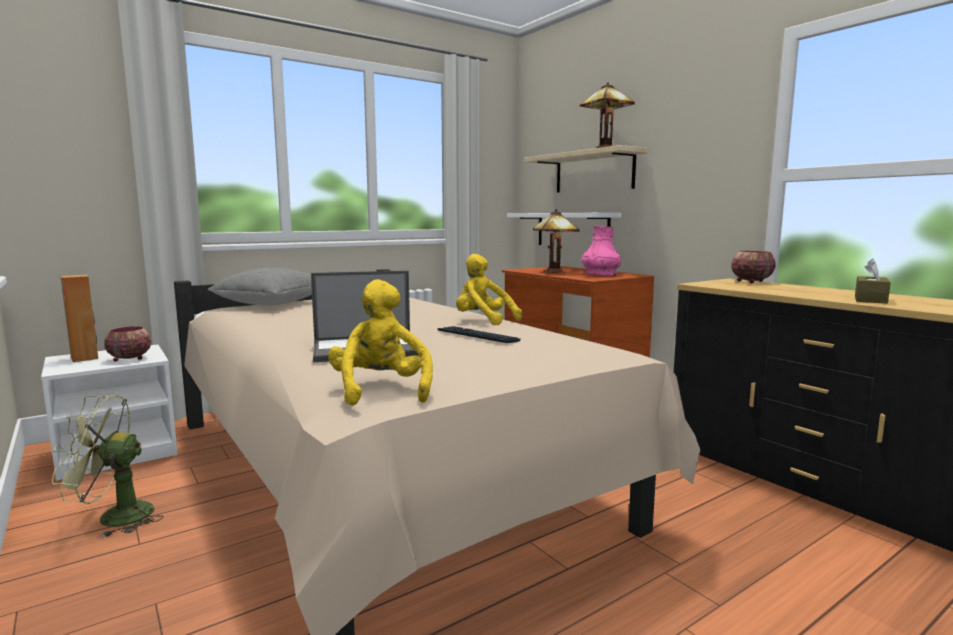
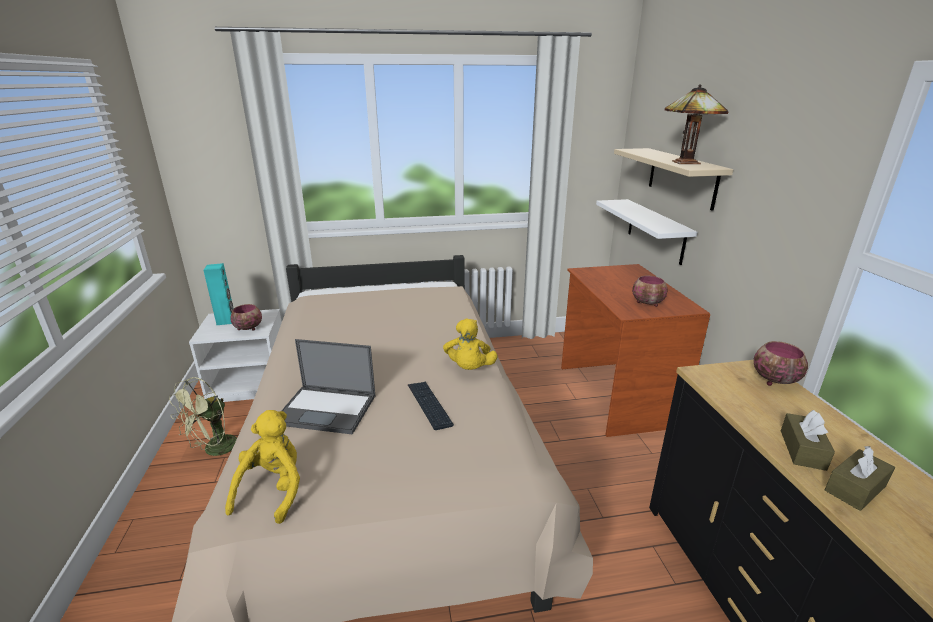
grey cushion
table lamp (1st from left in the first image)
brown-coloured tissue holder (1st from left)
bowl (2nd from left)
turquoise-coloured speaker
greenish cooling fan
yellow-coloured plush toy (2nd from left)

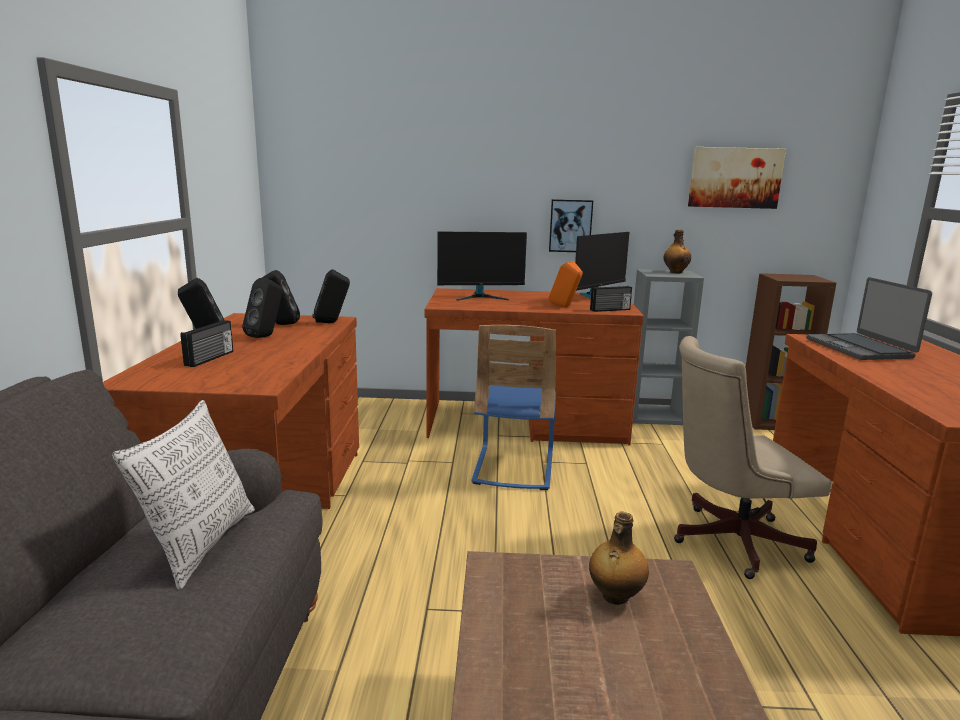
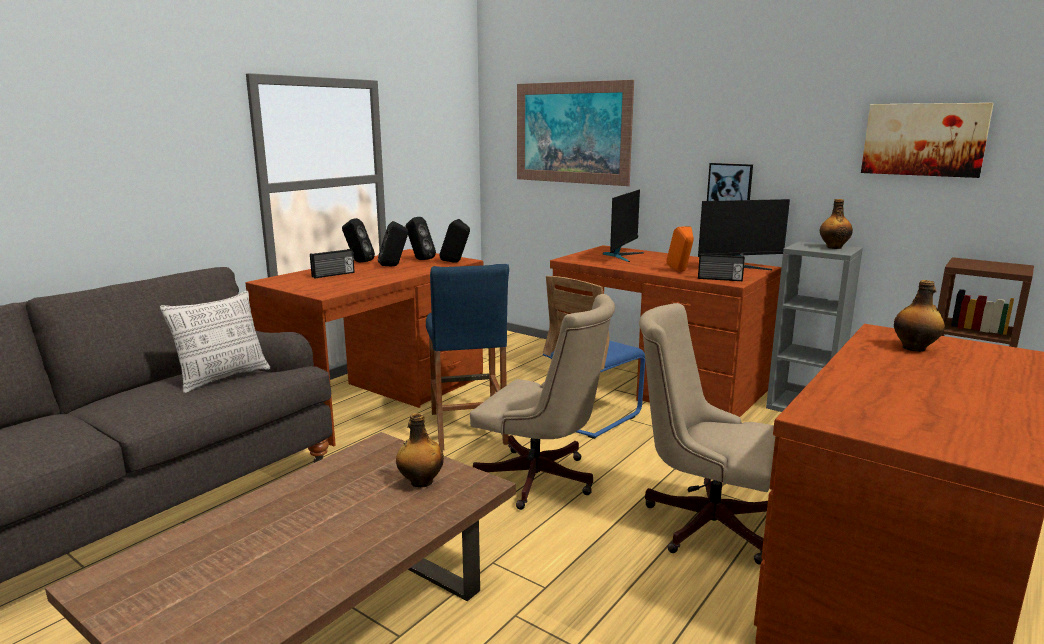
blue-coloured stool
beige-coloured office chair (1st from left)
picture (1st from left)
drink bottle (3rd from left)
monitor (1st from left)

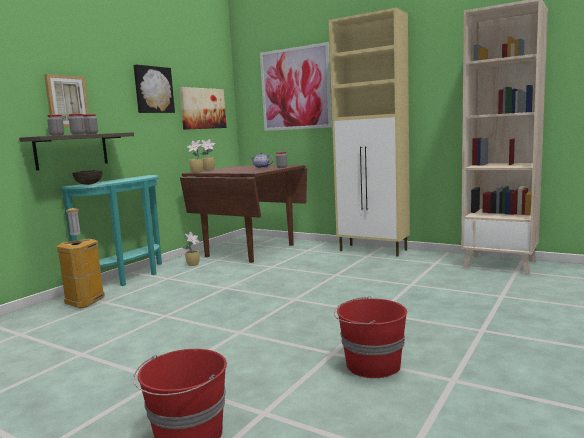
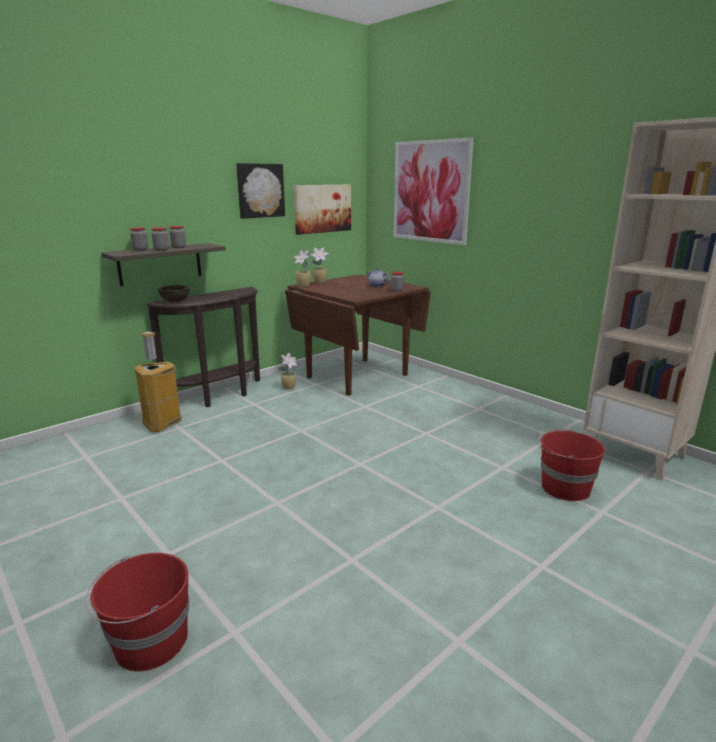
picture (1st from left in the first image)
beige-coloured cupboard
red-coloured pail (2nd from left)
brown-coloured hall table

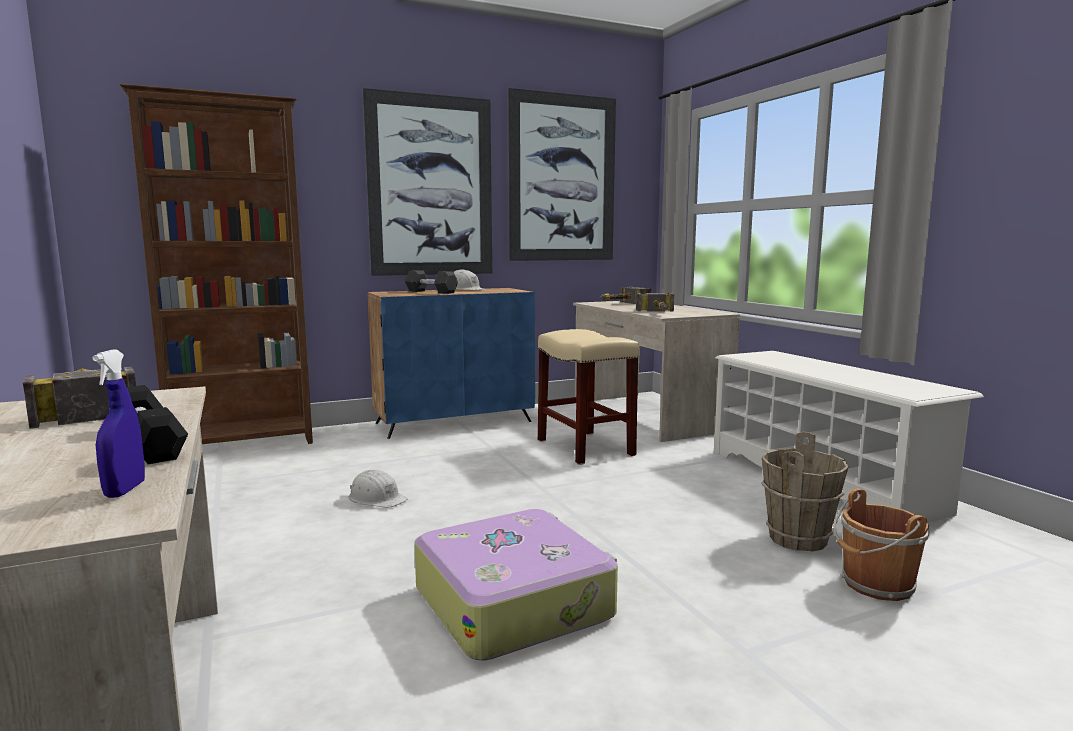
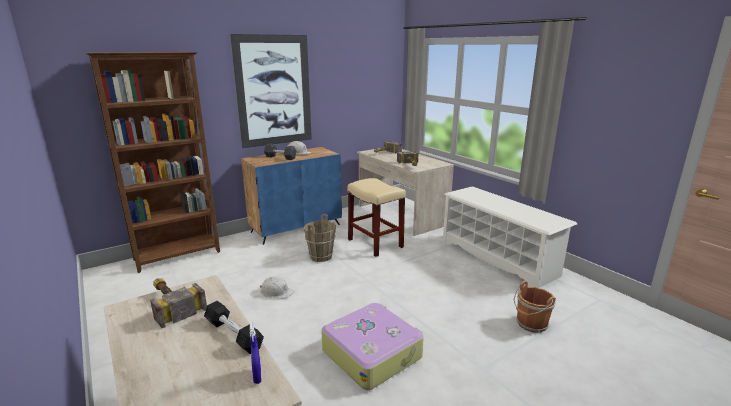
picture (2nd from left in the first image)
brown-coloured pail (1st from left)

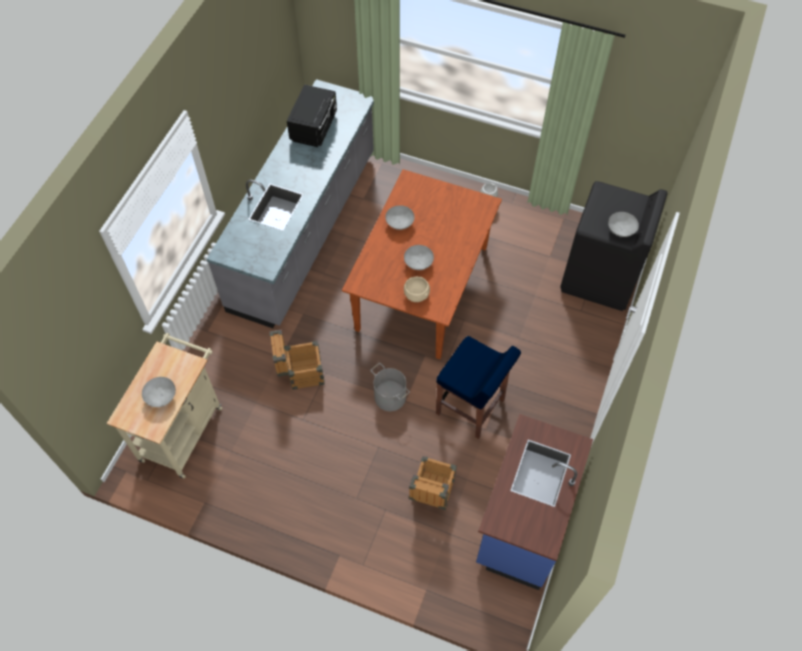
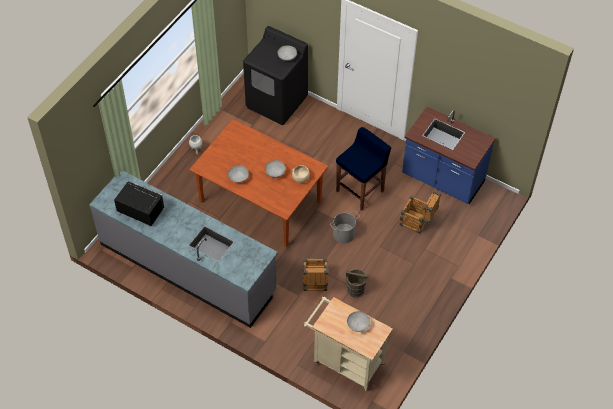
brown-coloured pail

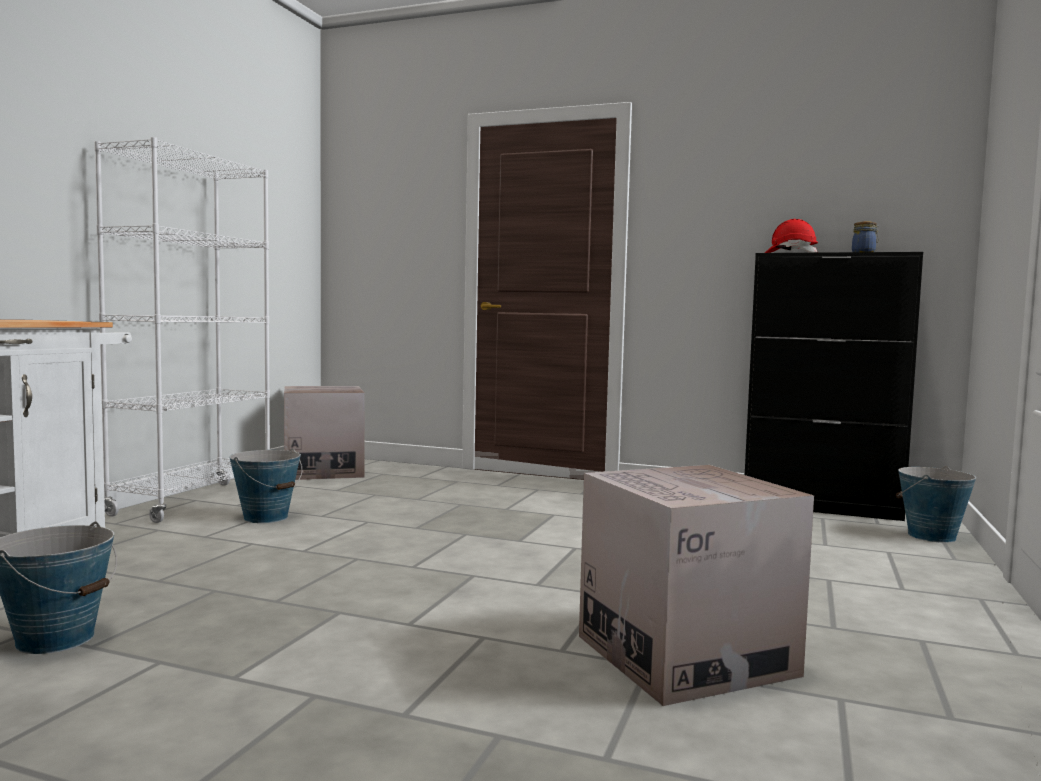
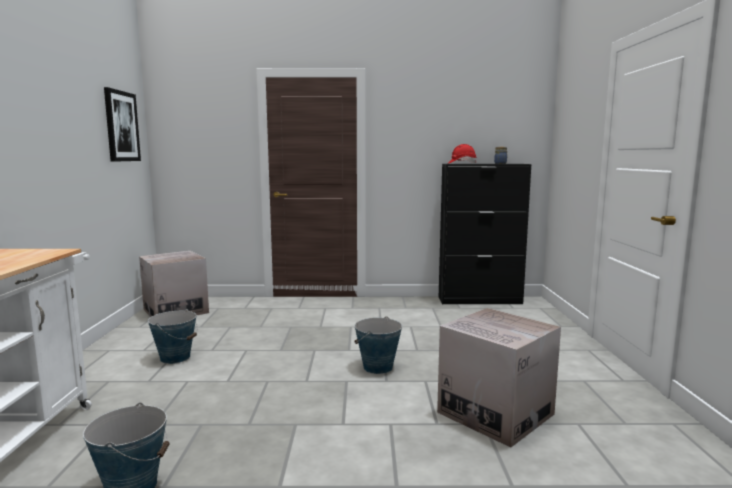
white bookshelf
picture
pail (3rd from left)

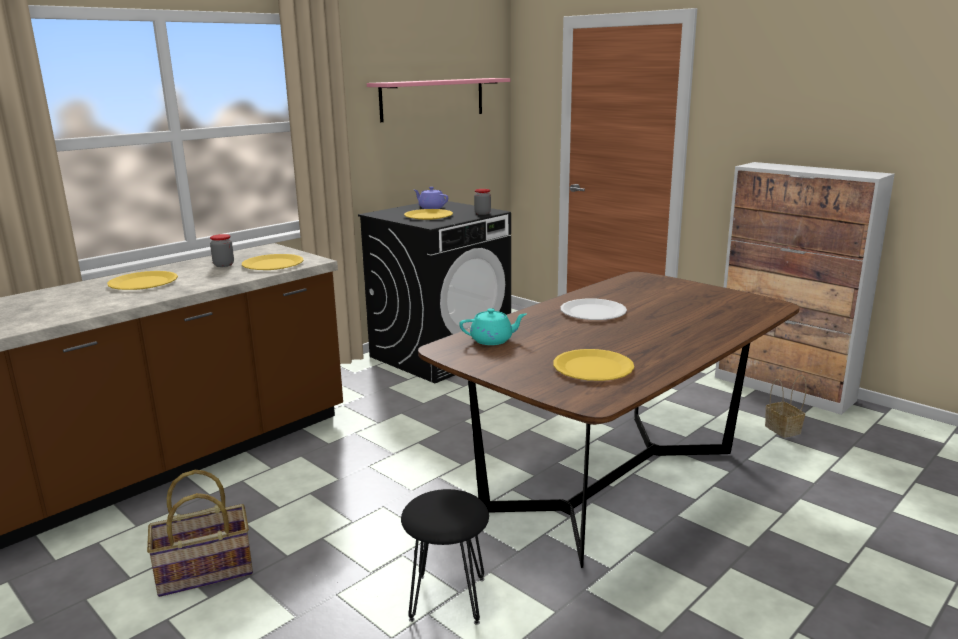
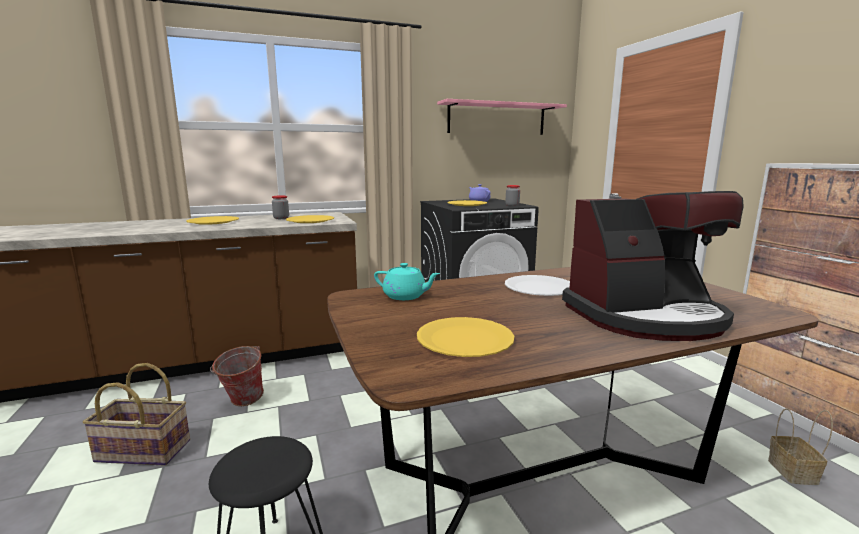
pail
coffee machine

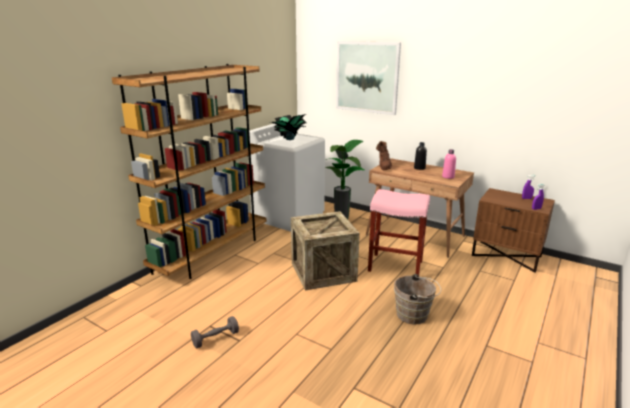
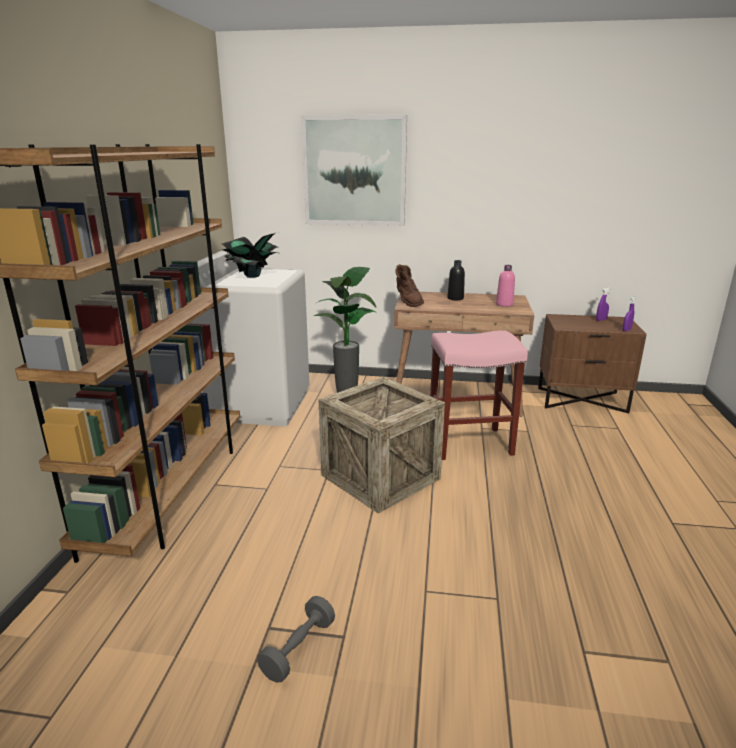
brown-coloured pail

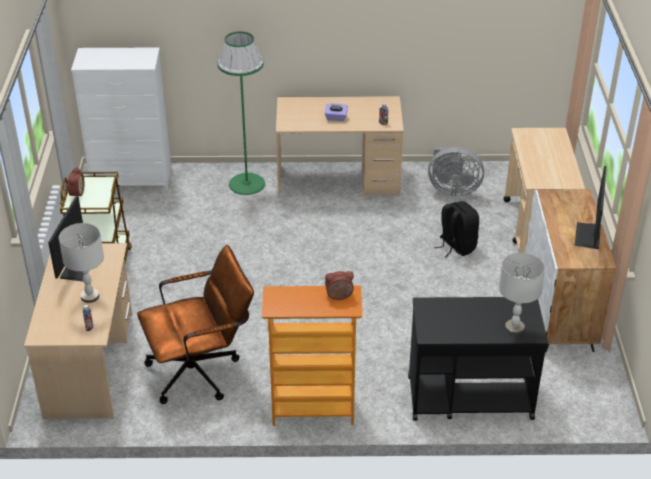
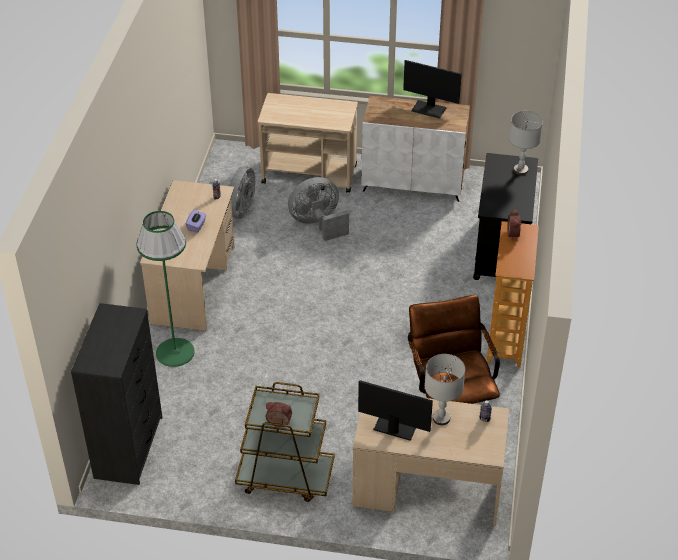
grey cooling fan (2nd from left)
black dresser

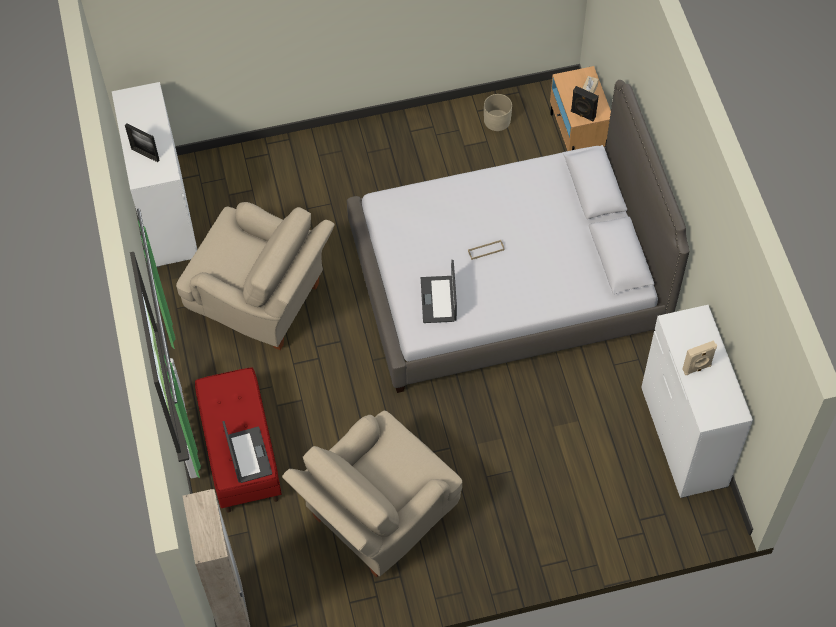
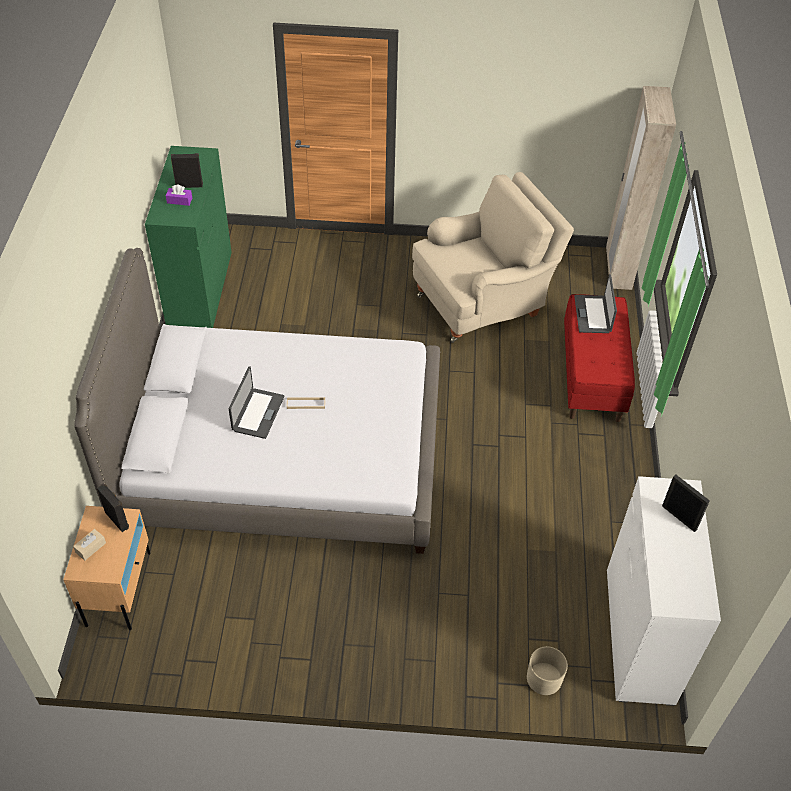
beige-coloured armchair (1st from left in the first image)
purple tissue holder
notebook computer (1st from left)
beige-coloured planter
greenish dresser
black speaker (2nd from left)

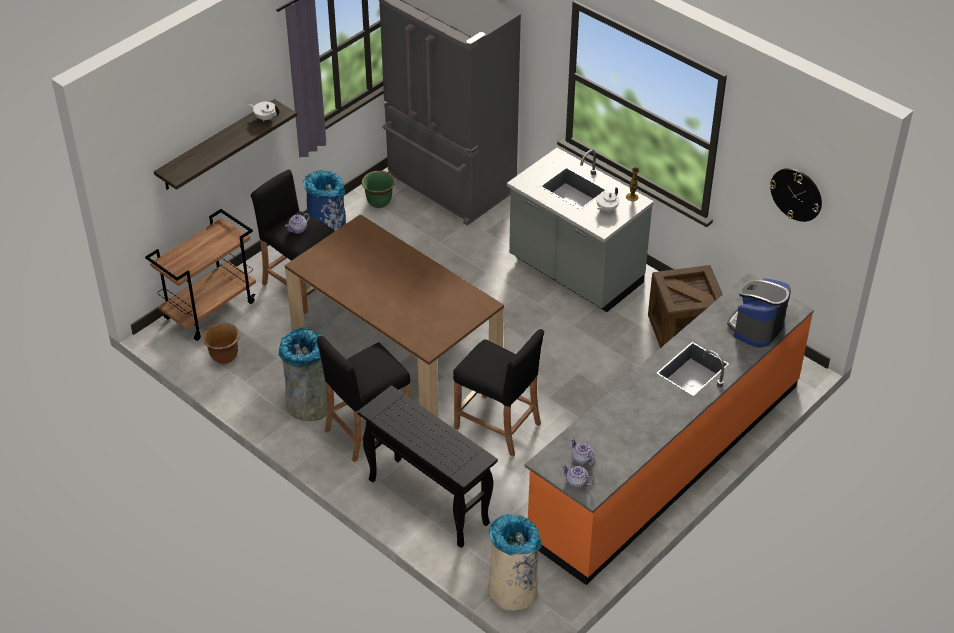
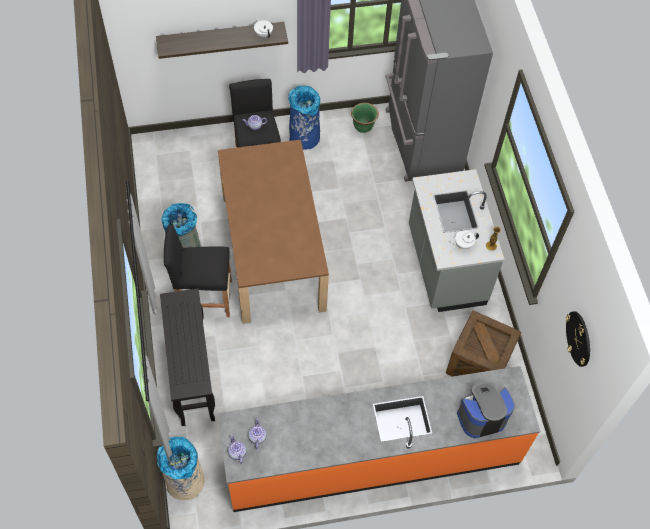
brown-coloured trolley
brown-coloured planter
black stool (3rd from left in the first image)

